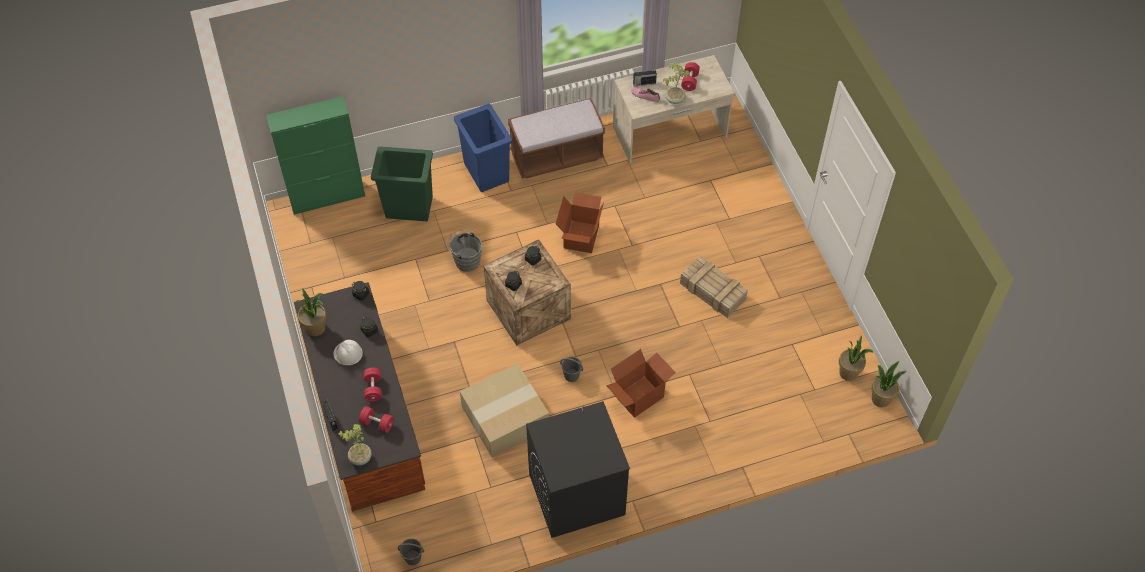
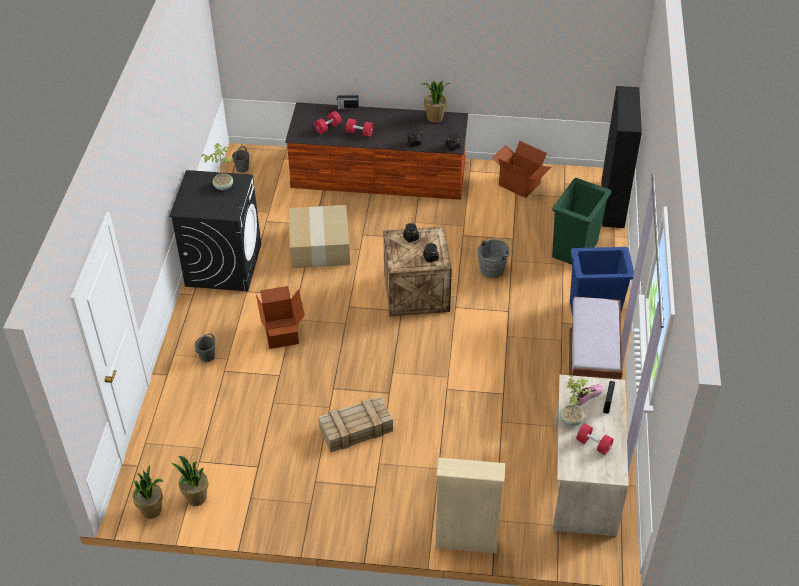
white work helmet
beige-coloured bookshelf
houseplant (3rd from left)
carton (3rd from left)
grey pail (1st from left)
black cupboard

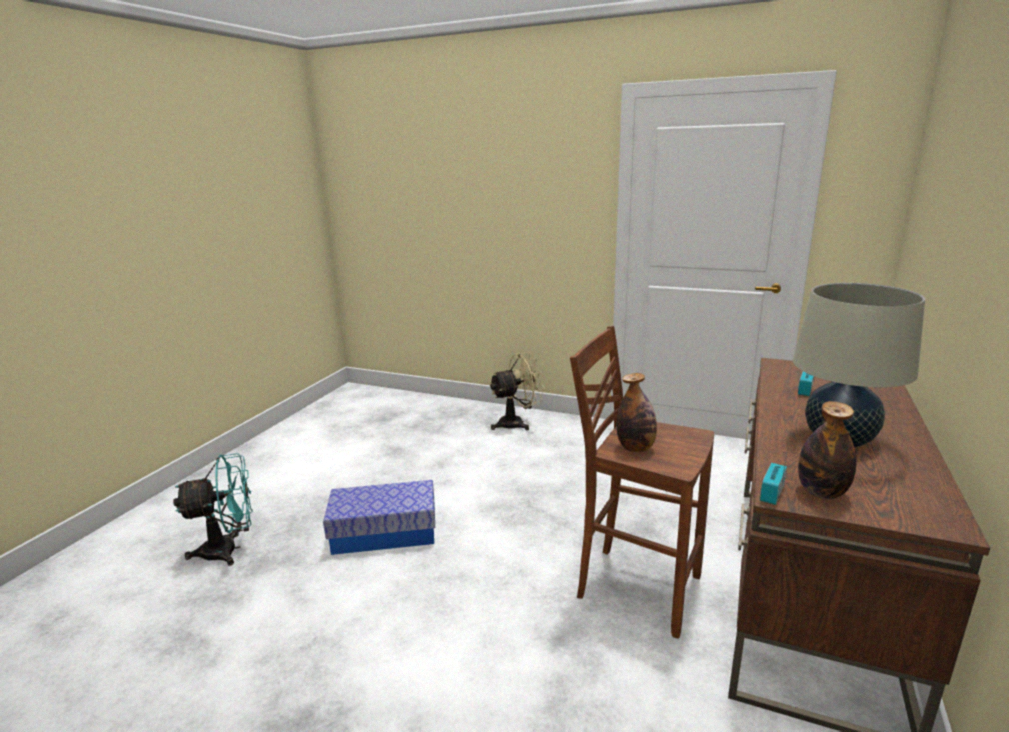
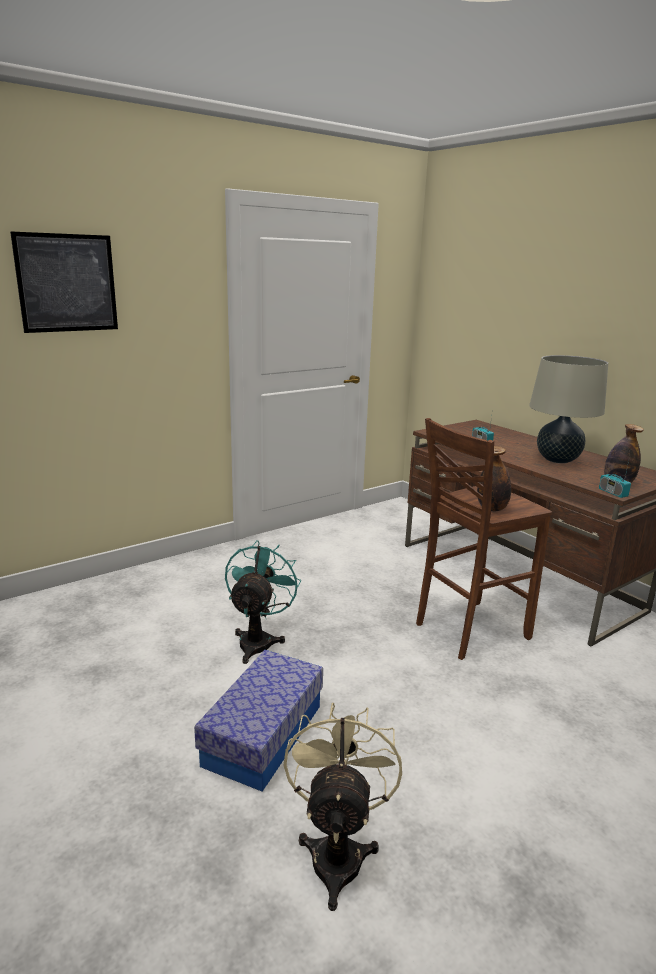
picture
turquoise-coloured cooling fan
beige-coloured cooling fan

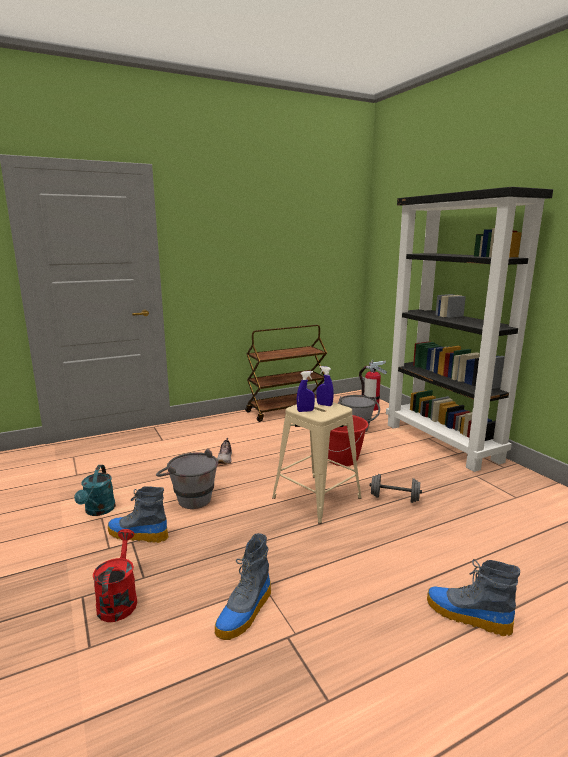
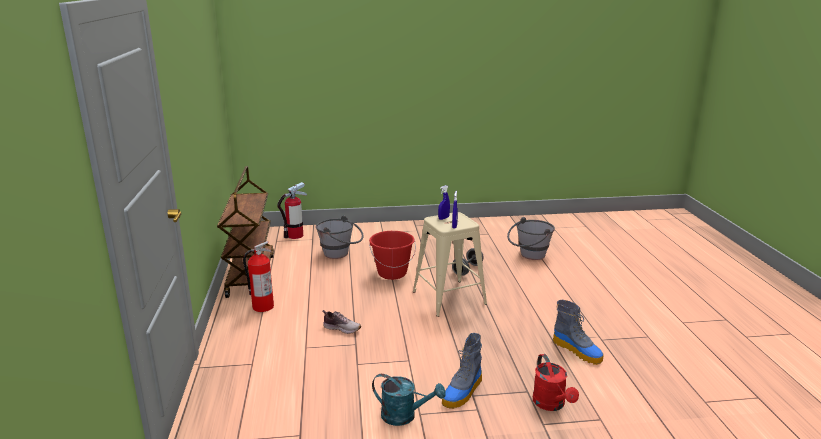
black bookshelf
tall boot (3rd from left in the first image)
fire-fighting cylinder (1st from left)
grey pail (2nd from left)
red-coloured watering pot

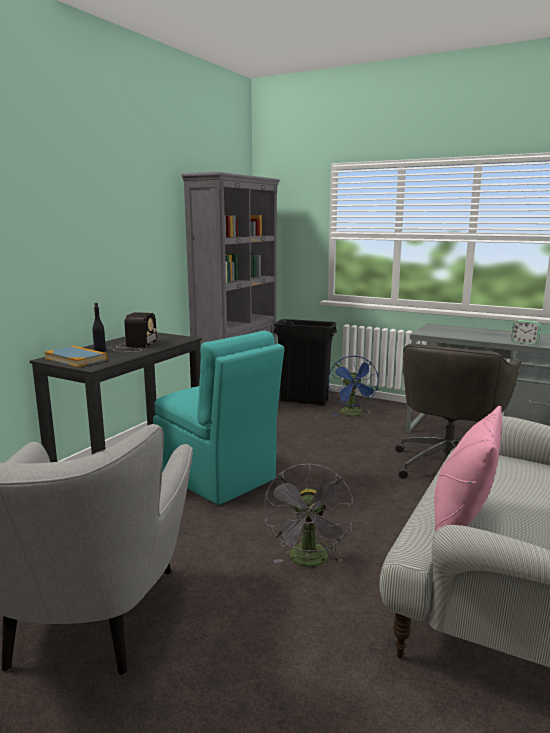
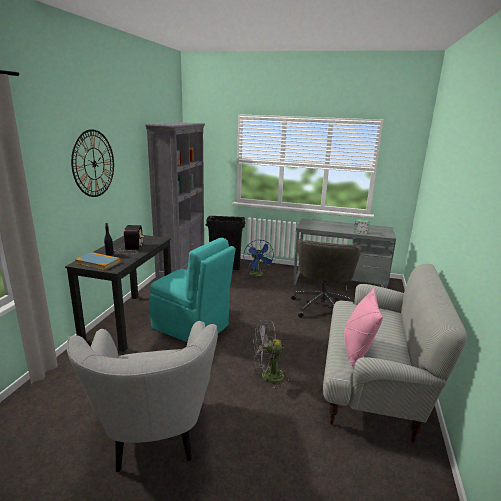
hanging clock
grey cooling fan

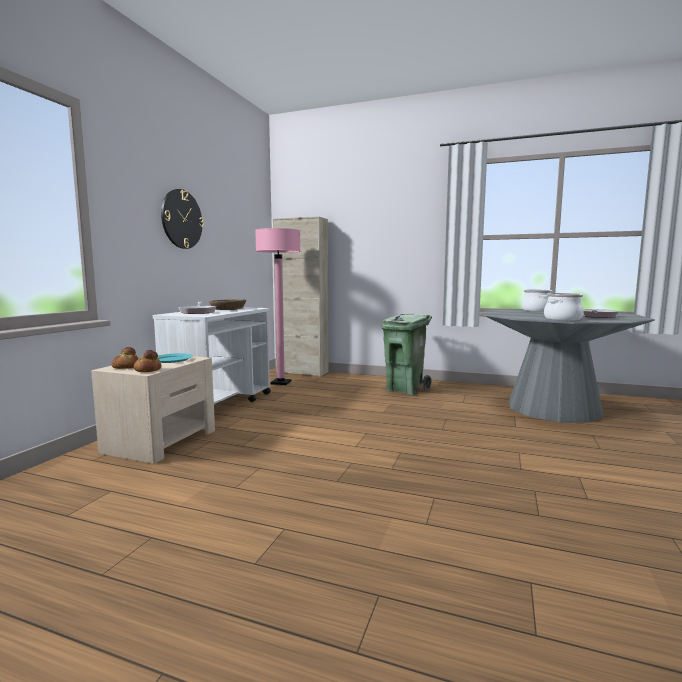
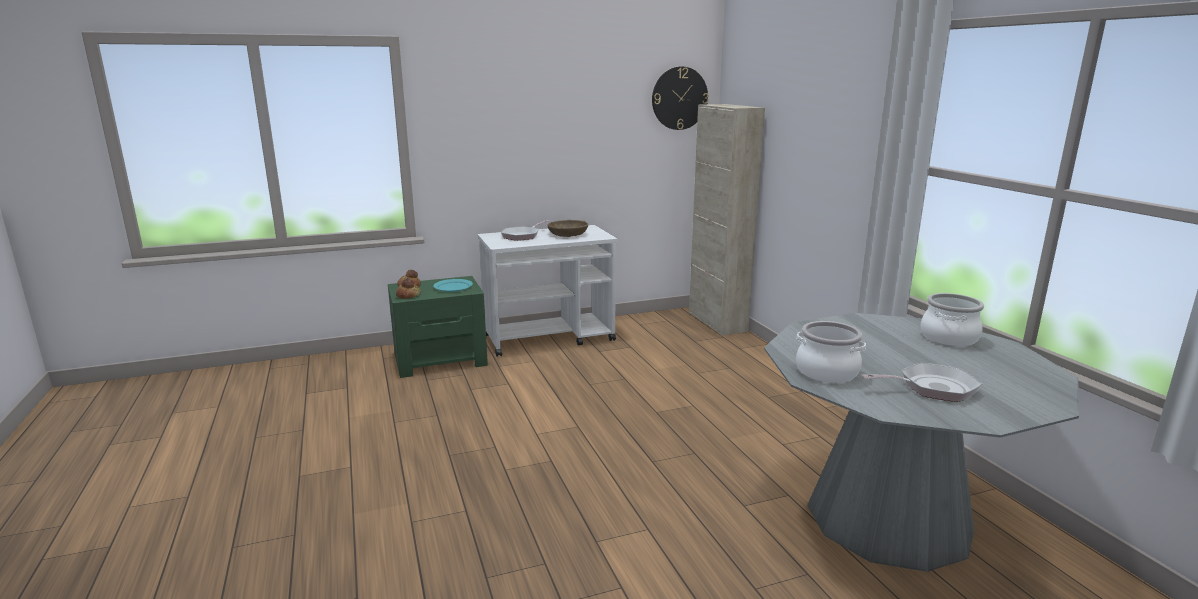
pink standard lamp
greenish trash can
hanging clock
greenish bedside table

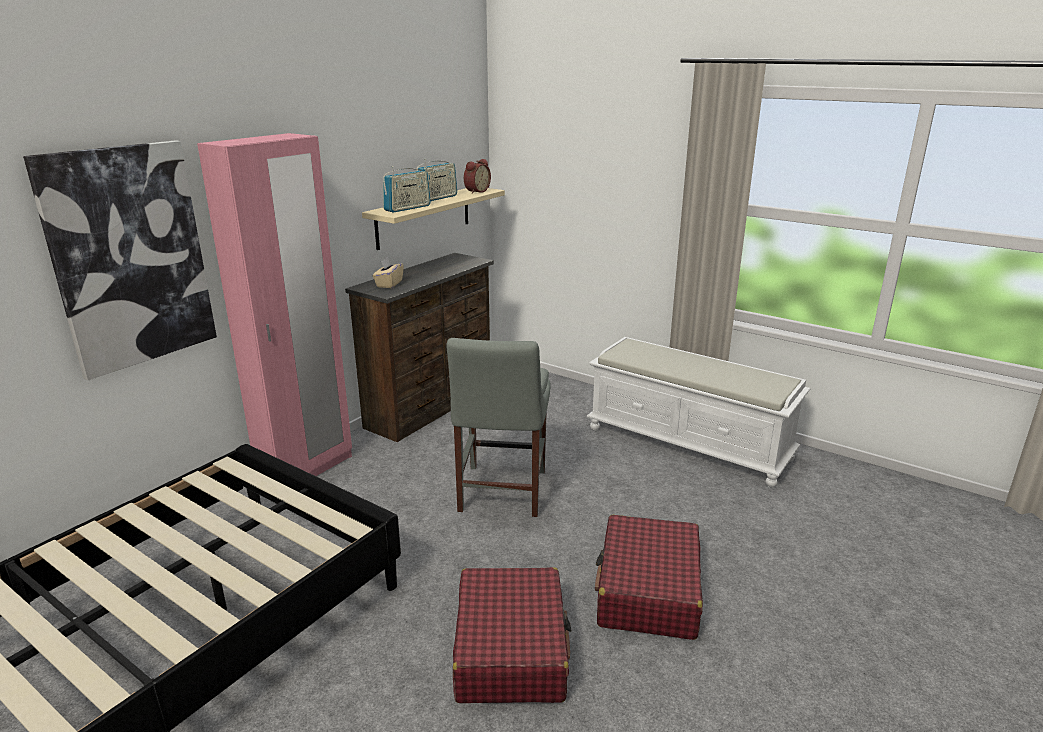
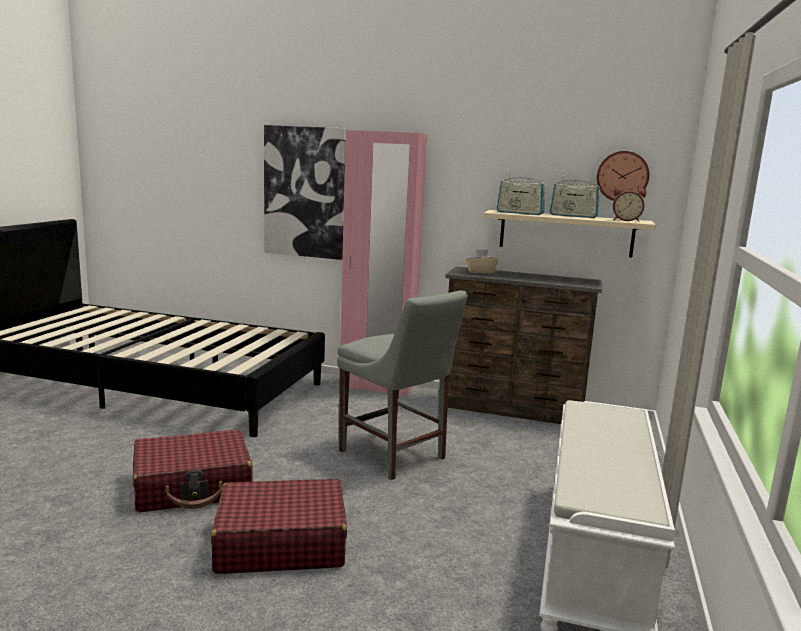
hanging clock
grey chair

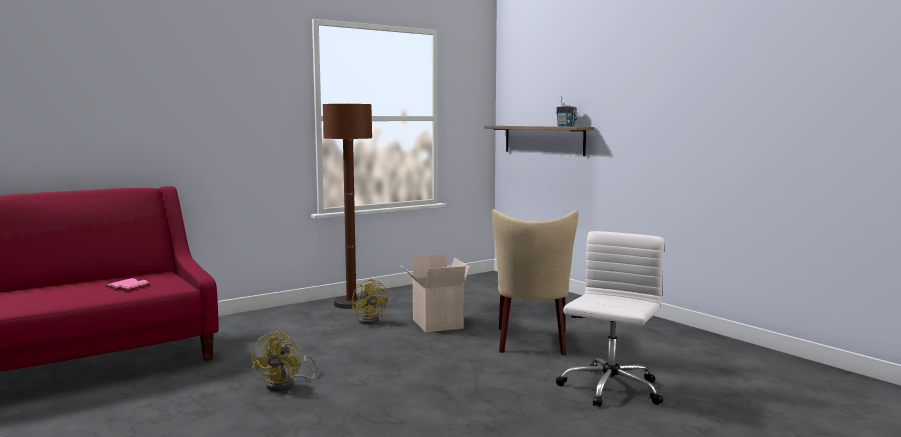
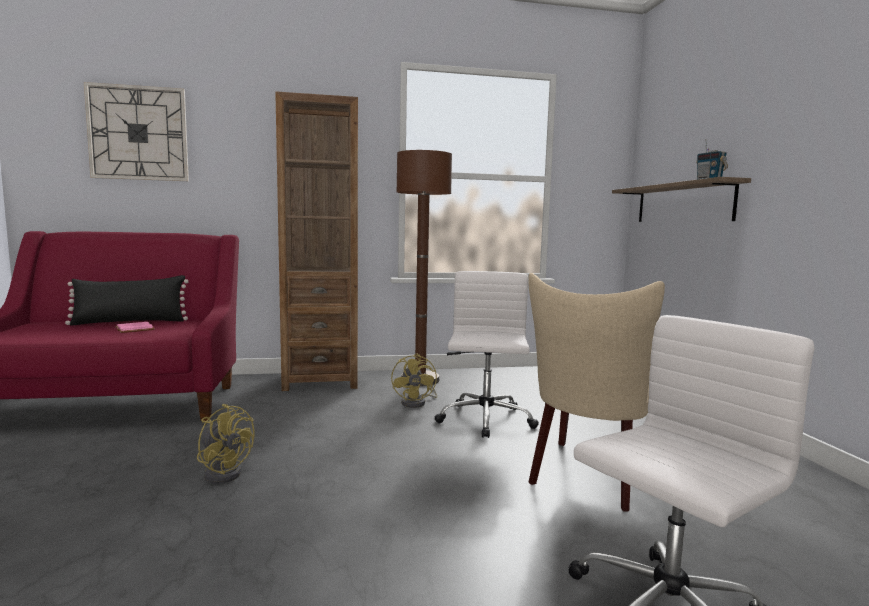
black cushion
hanging clock
brown-coloured bookshelf
white office chair (1st from left)
yellow-coloured cooling fan (1st from left)

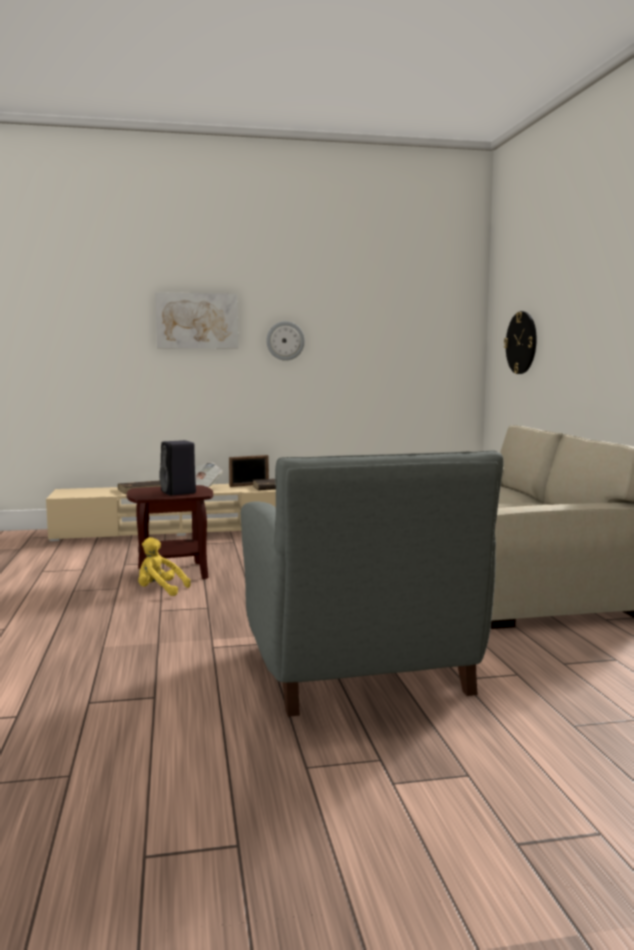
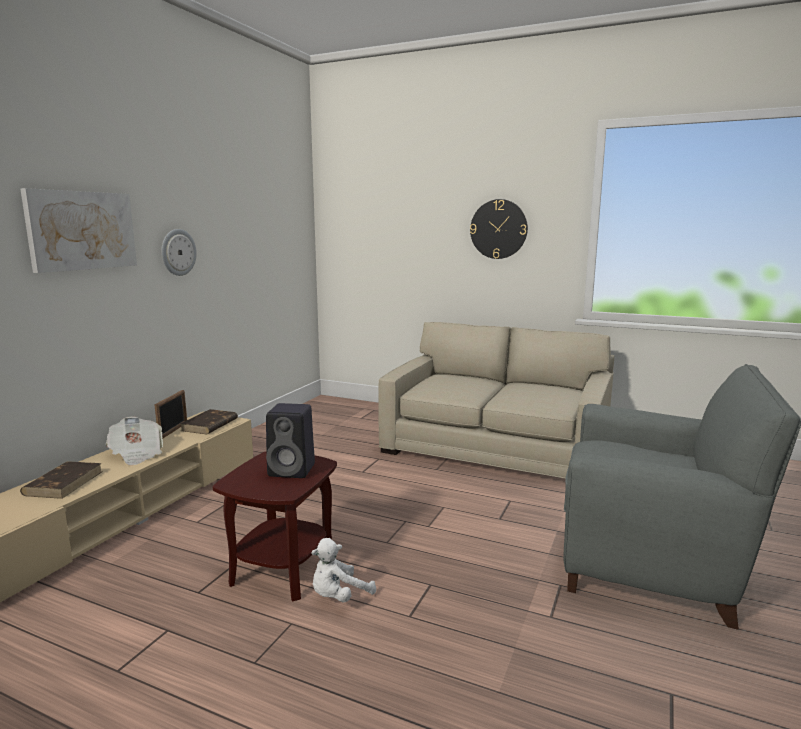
hanging clock (2nd from left)
white plush toy

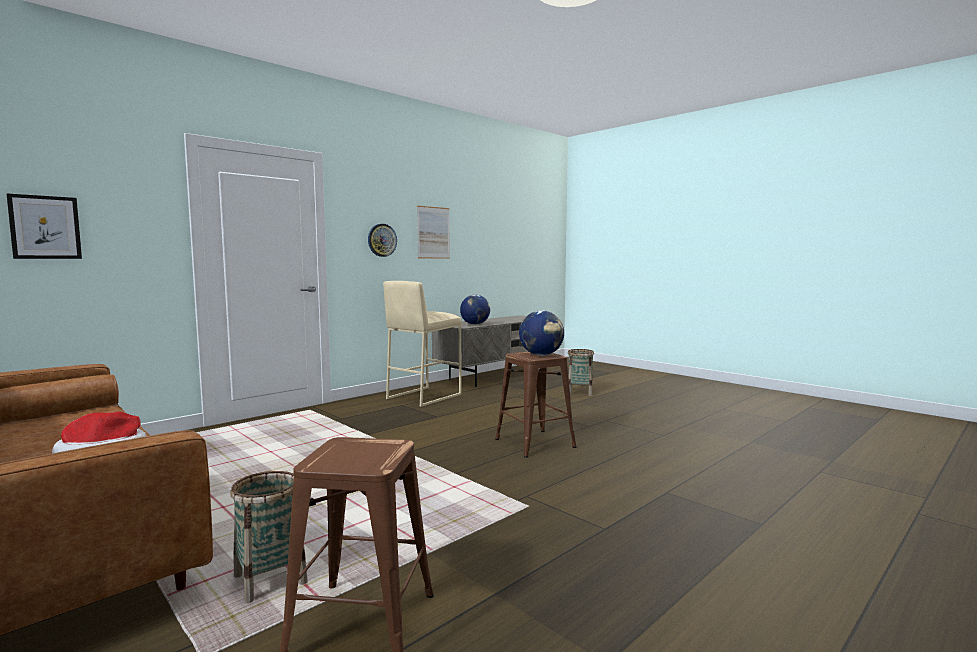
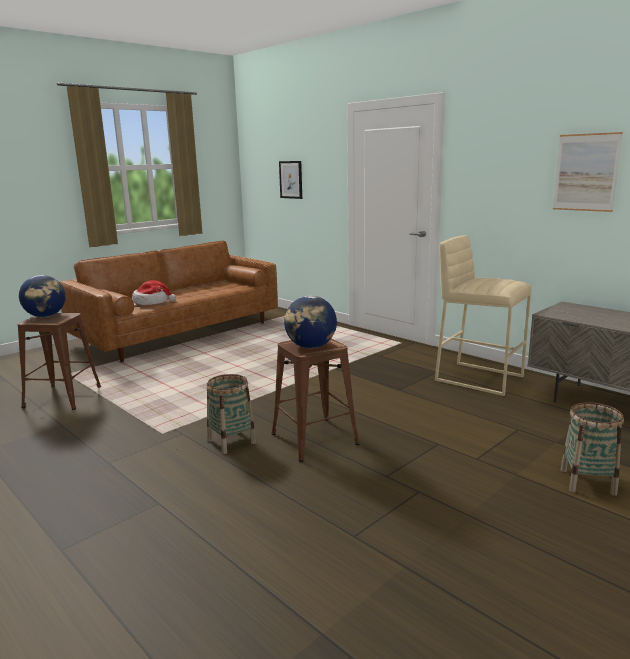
hanging clock
household basket (1st from left)
desk globe (1st from left)

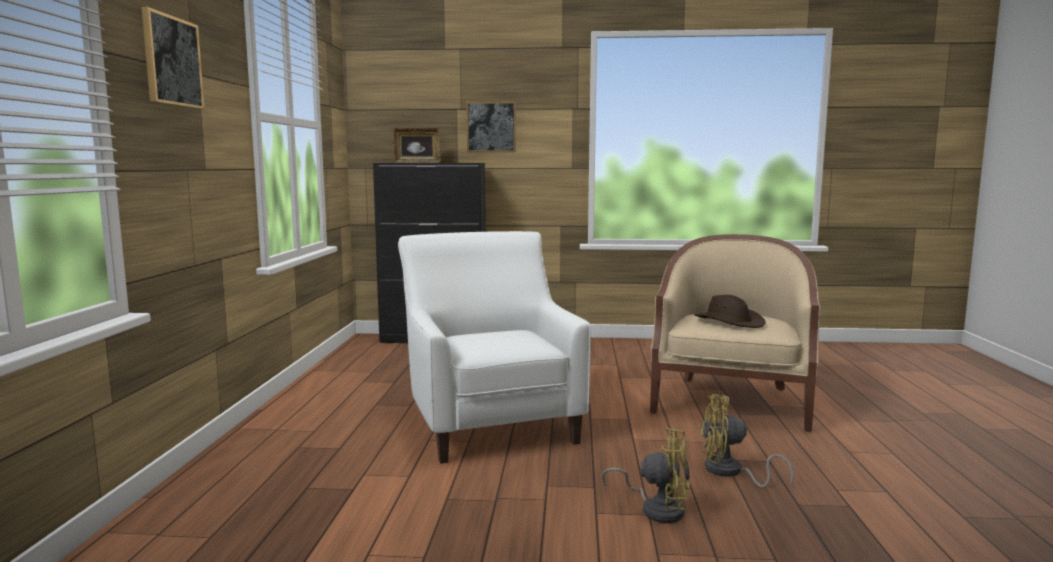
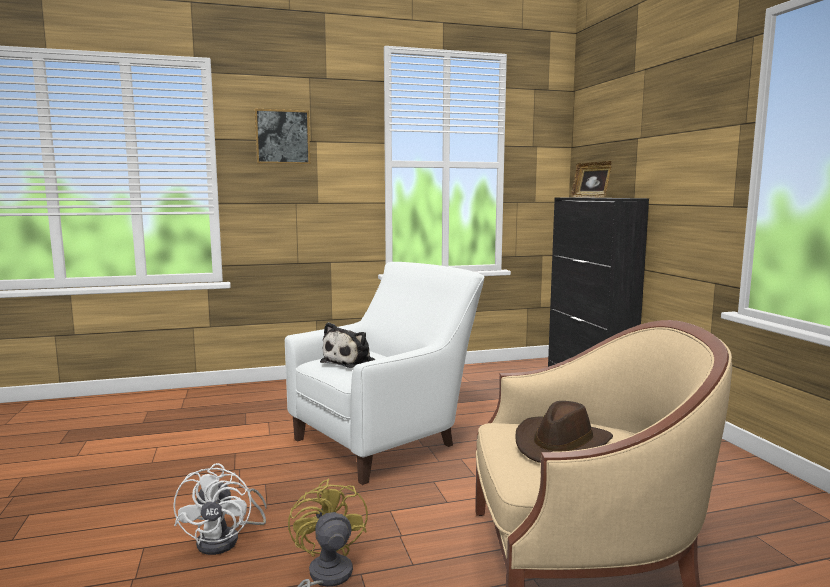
picture (2nd from left in the first image)
plush toy
white cooling fan

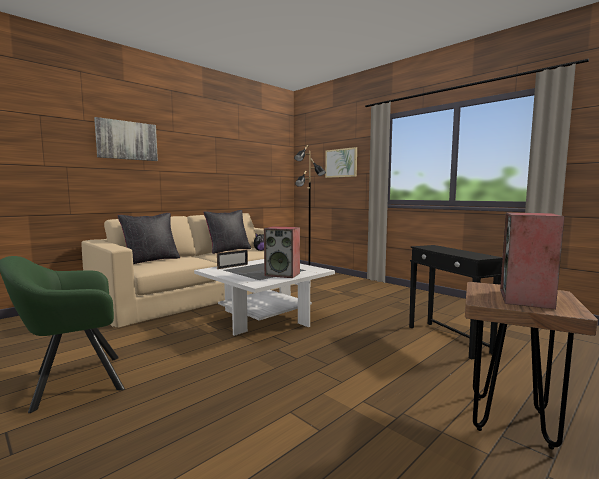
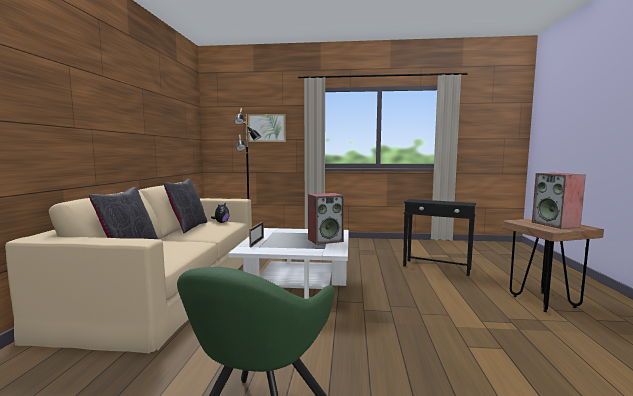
picture (1st from left in the first image)

